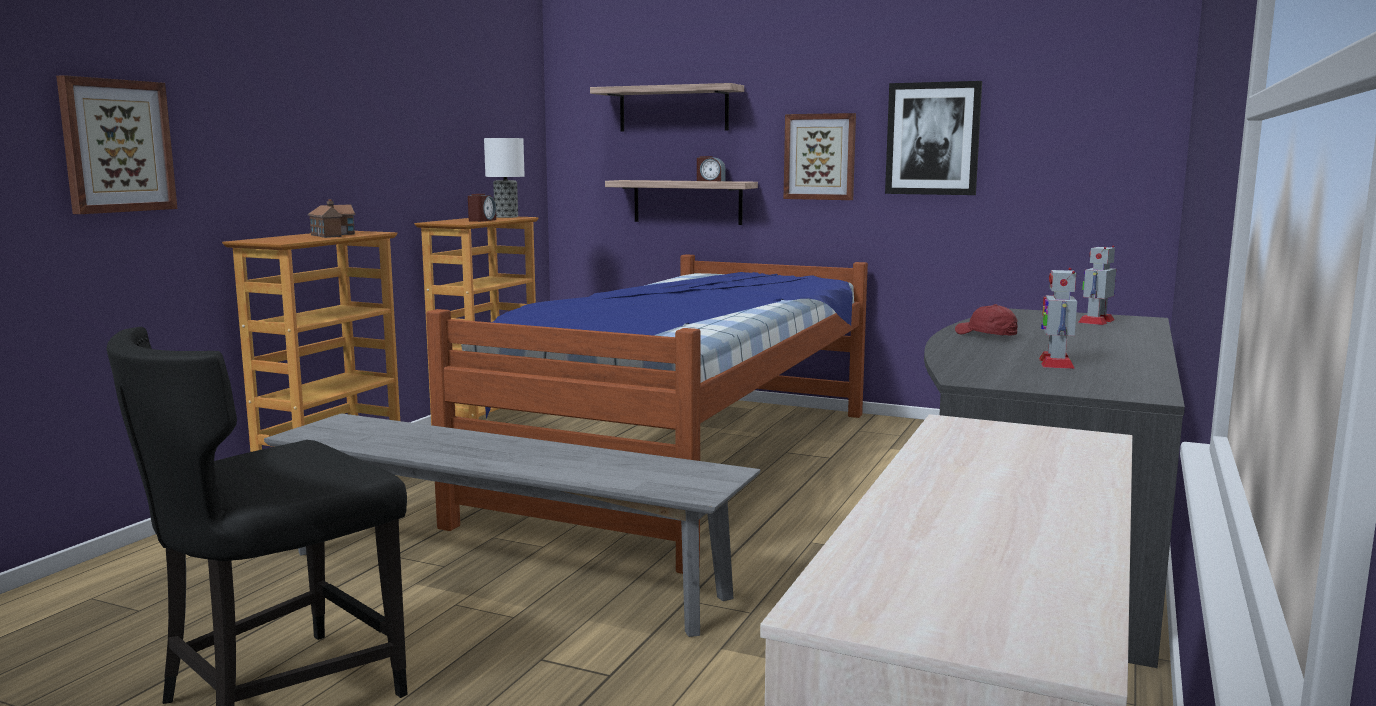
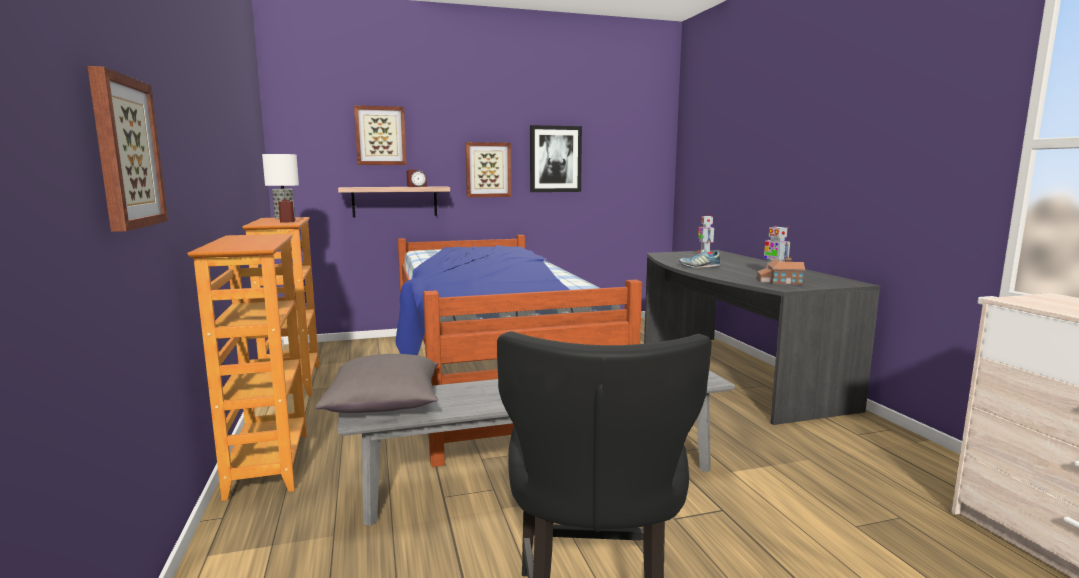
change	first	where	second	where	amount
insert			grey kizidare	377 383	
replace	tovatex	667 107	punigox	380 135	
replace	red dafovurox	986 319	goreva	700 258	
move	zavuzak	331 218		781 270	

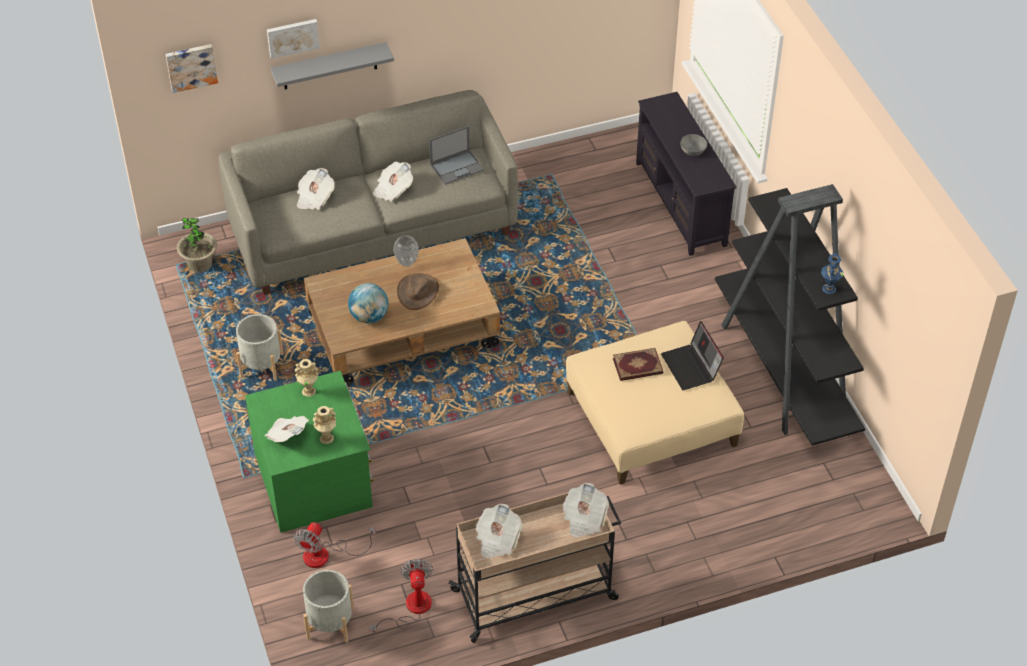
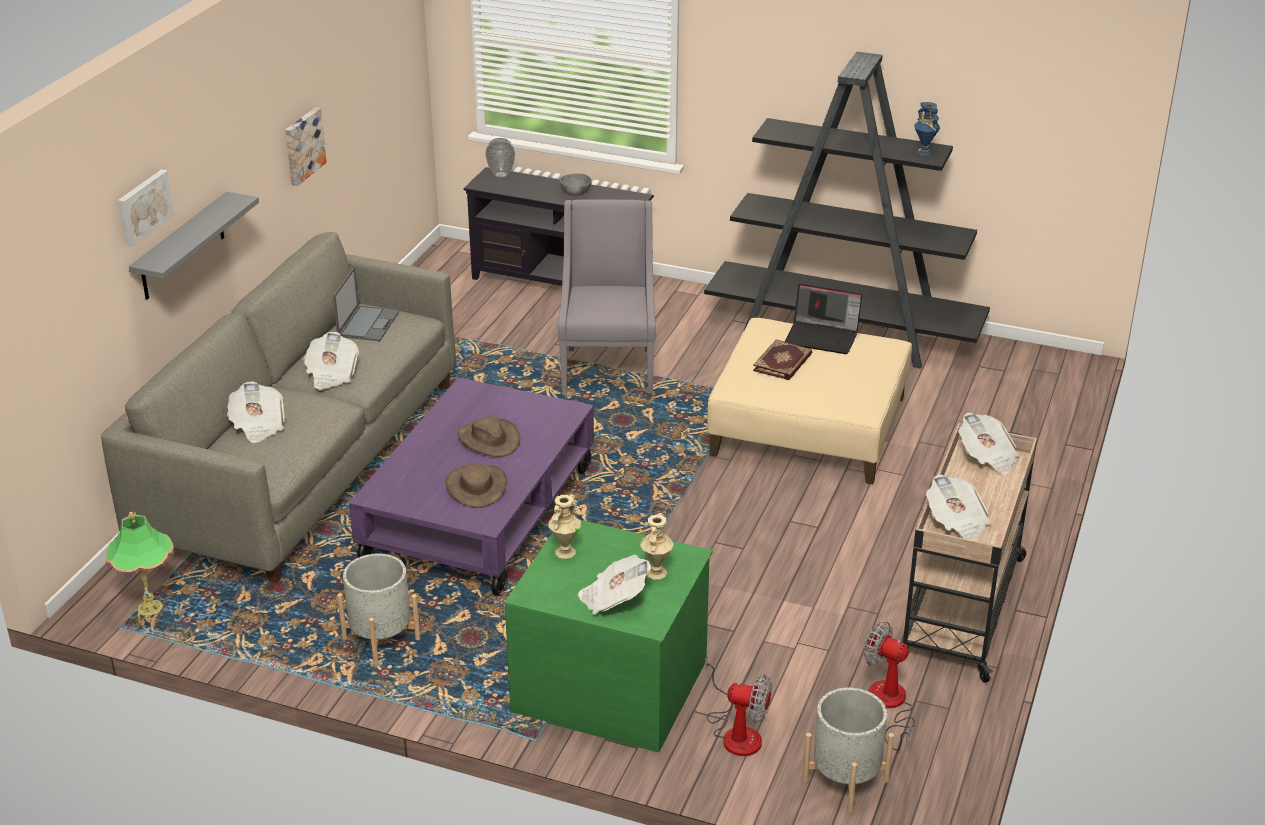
change	first	where	second	where	amount
replace	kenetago	197 245	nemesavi	139 564	
move	punigox	191 68		306 146	
recolor	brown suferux	402 312	purple suferux	471 486	
replace	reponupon	368 303	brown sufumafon	476 485	
move	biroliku	406 251		500 158	
insert			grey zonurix	607 296	
rotate	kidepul	334 545		738 705	45 degrees counterclockwise

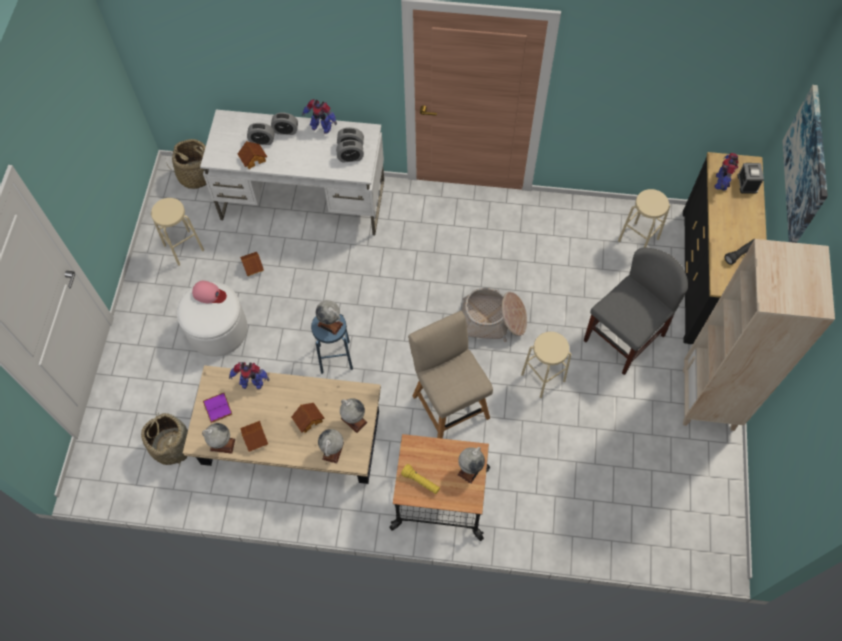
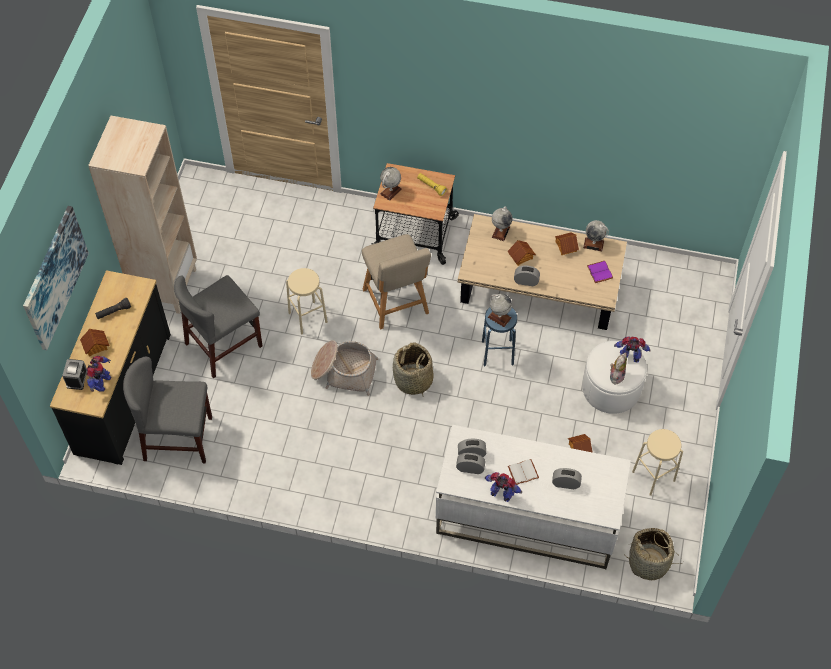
change	first	where	second	where	amount
move	zavuzak	252 155		95 343	
replace	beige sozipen	644 218	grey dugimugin	167 410	
move	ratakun	164 440		413 368	
insert			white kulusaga	523 472	
move	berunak	284 124		527 275	
replace	pink dafovurox	209 292	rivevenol	618 369	
move	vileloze	249 375		632 350	
delete	reponupon	354 415			

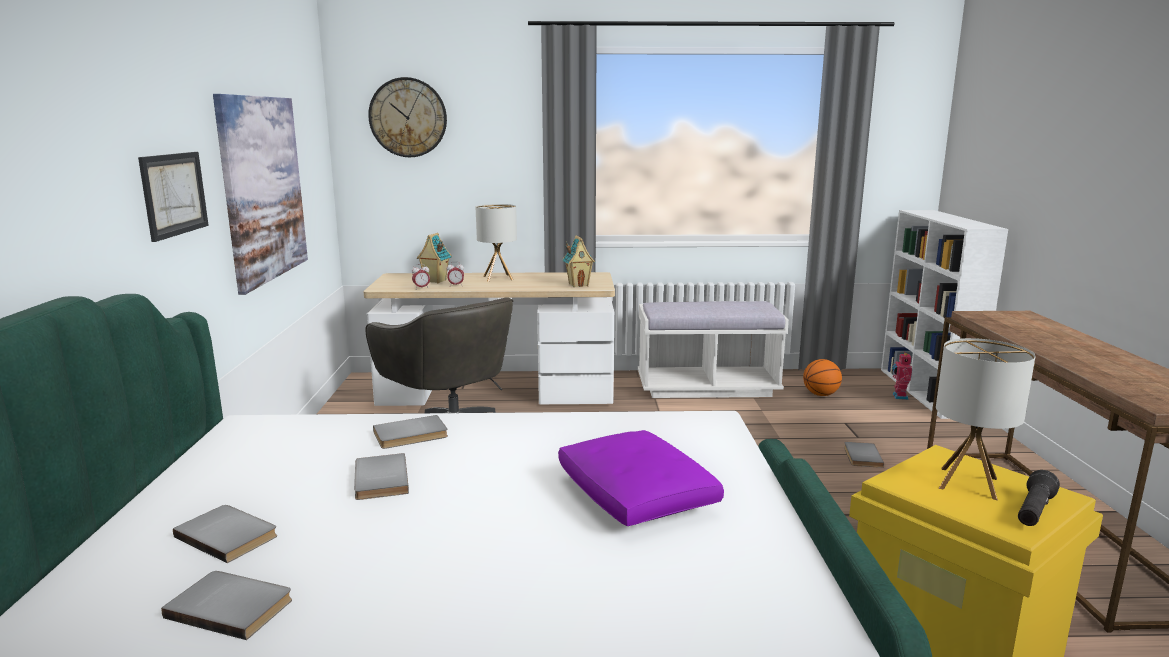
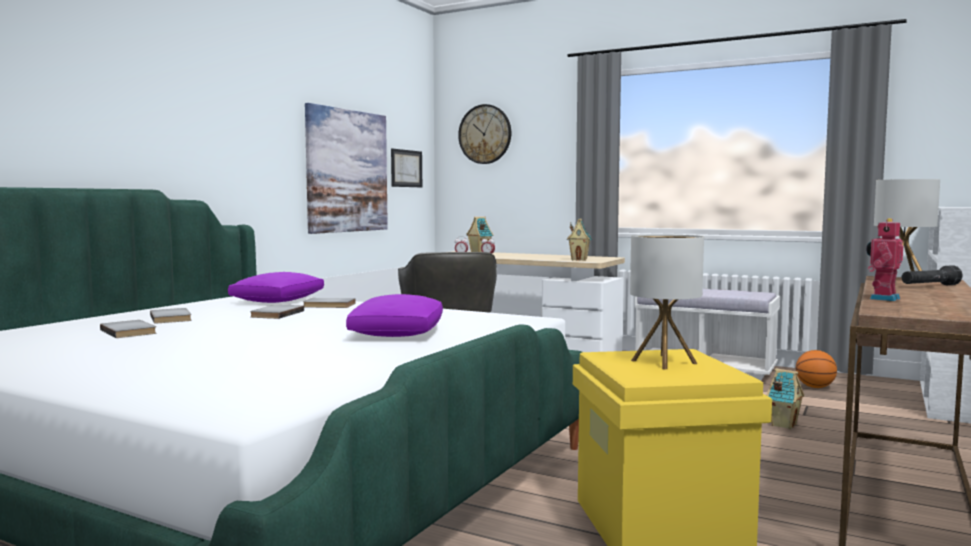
change	first	where	second	where	amount
insert			purple kizidare	276 287	
move	punigox	173 197		406 168	
replace	grey kulusaga	864 455	zavuzak	785 398	
move	vileloze	902 376		884 259	
move	nemesavi	496 243		907 225	
move	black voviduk	1039 498		932 275	

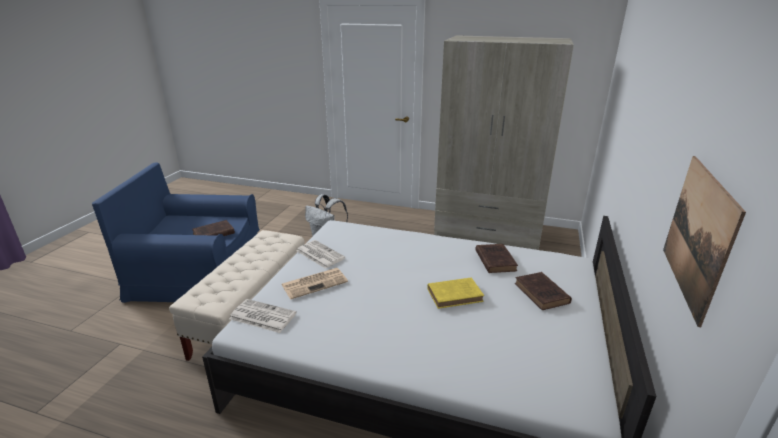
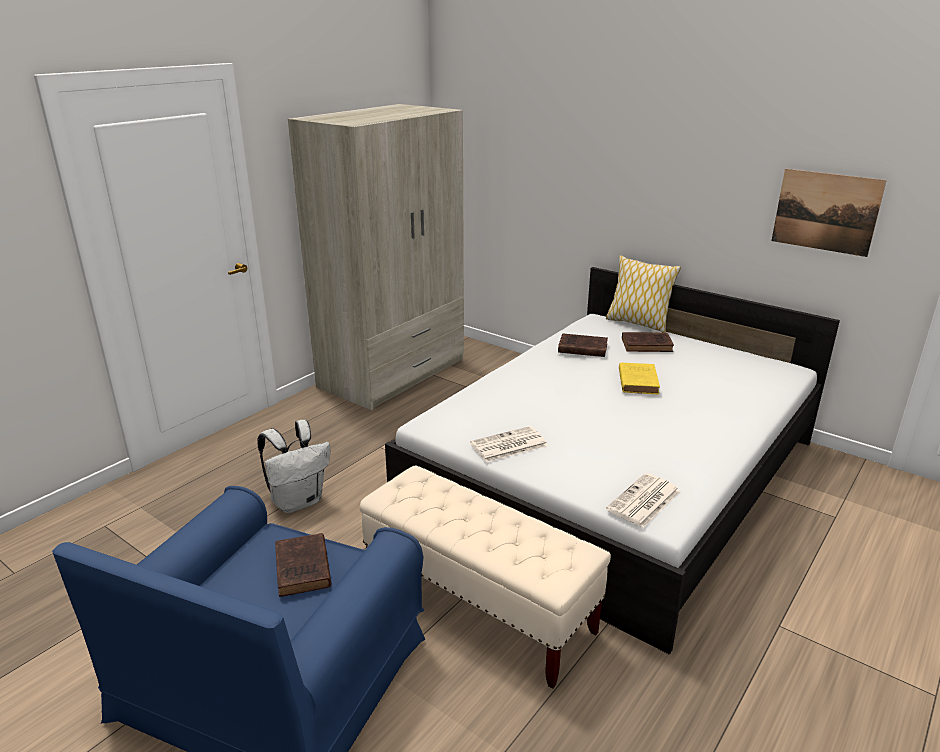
change	first	where	second	where	amount
insert			kizidare	643 294	
delete	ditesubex	314 283			

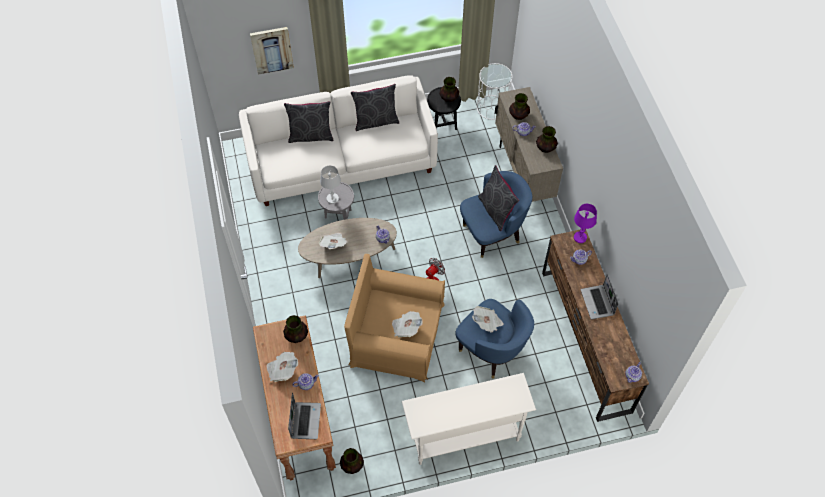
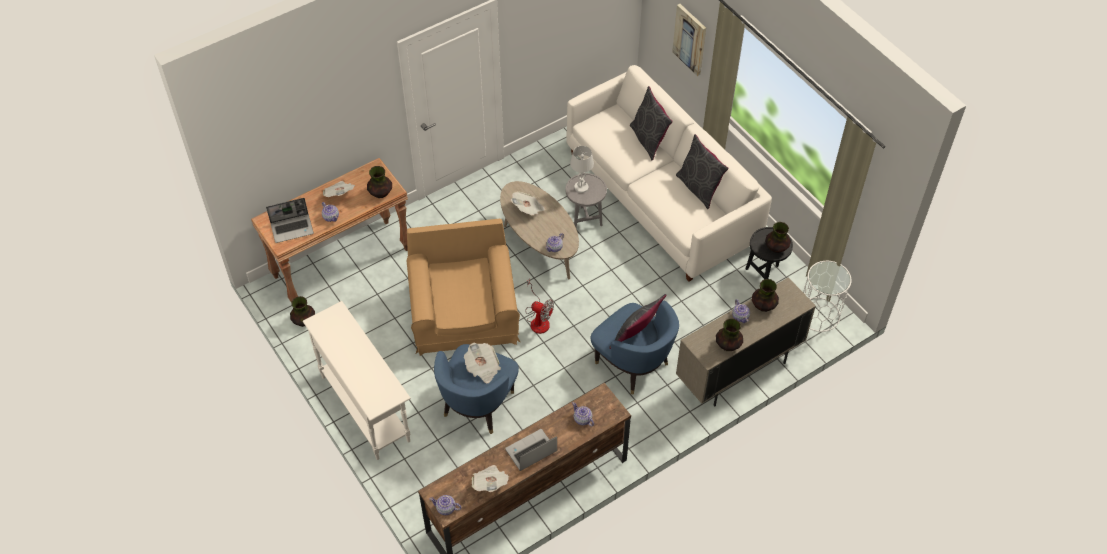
change	first	where	second	where	amount
move	ditesubex	407 324		490 478	
delete	purple nemesavi	585 223			

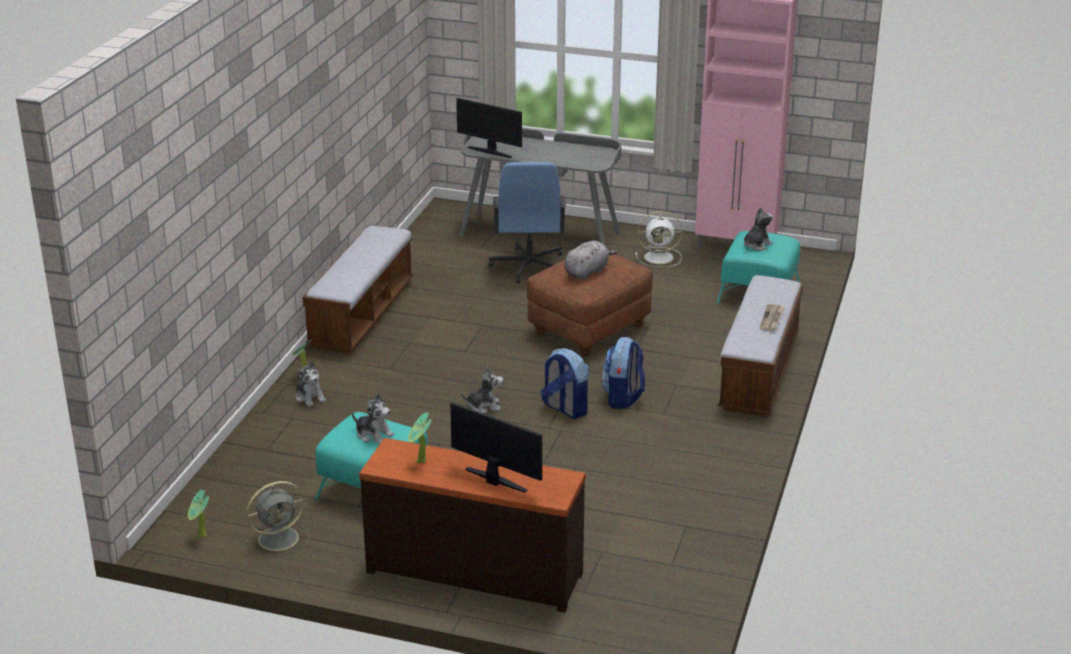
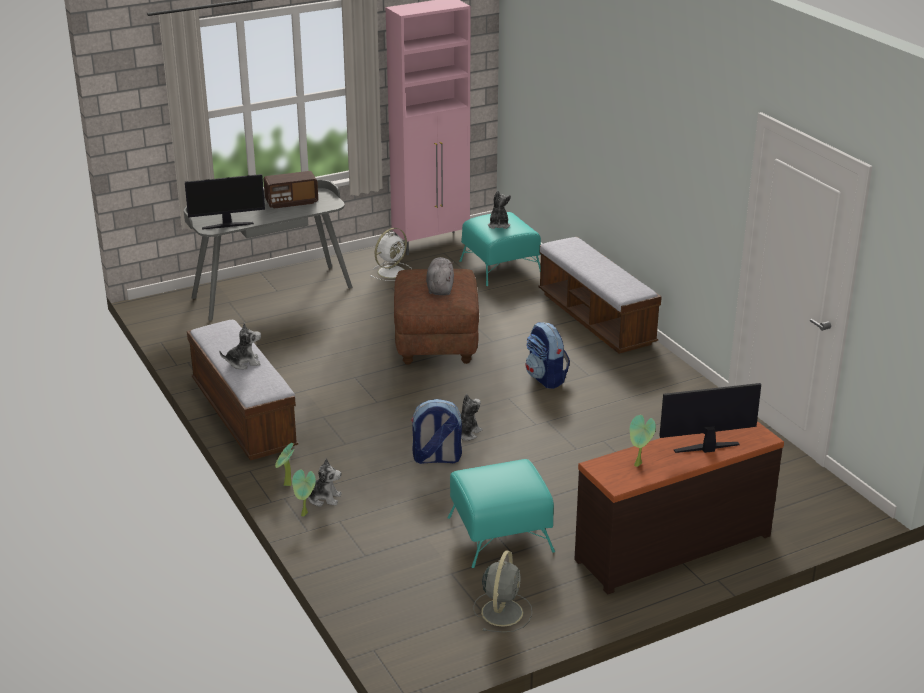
change	first	where	second	where	amount
move	rivevenol	373 418		240 346	
insert			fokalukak	290 190	
move	kenetago	198 514		304 493	
move	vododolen	565 383		436 431	
delete	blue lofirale	527 223			
delete	ditesubex	772 317			

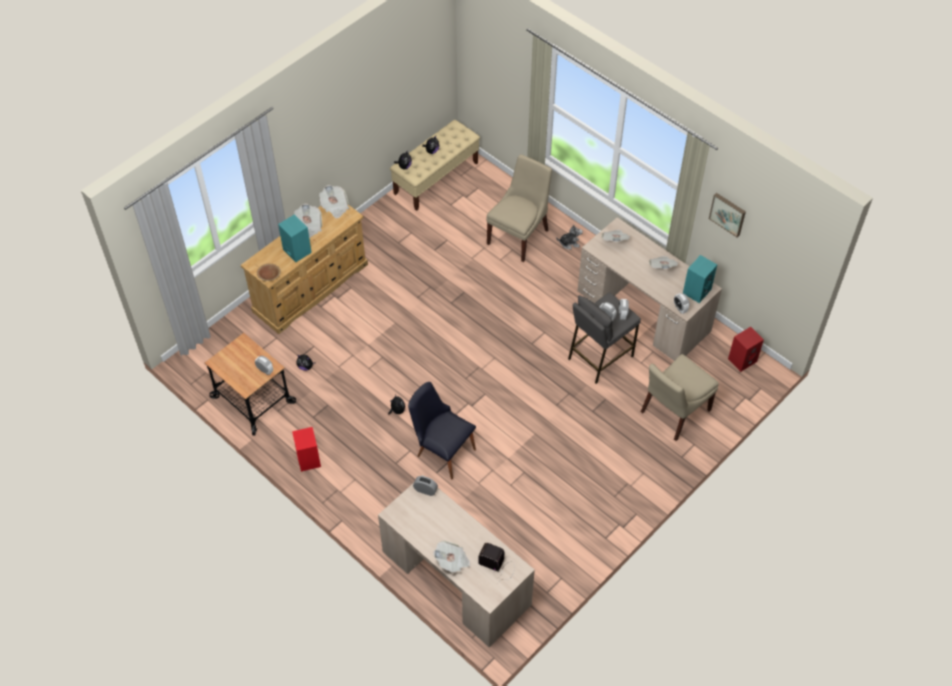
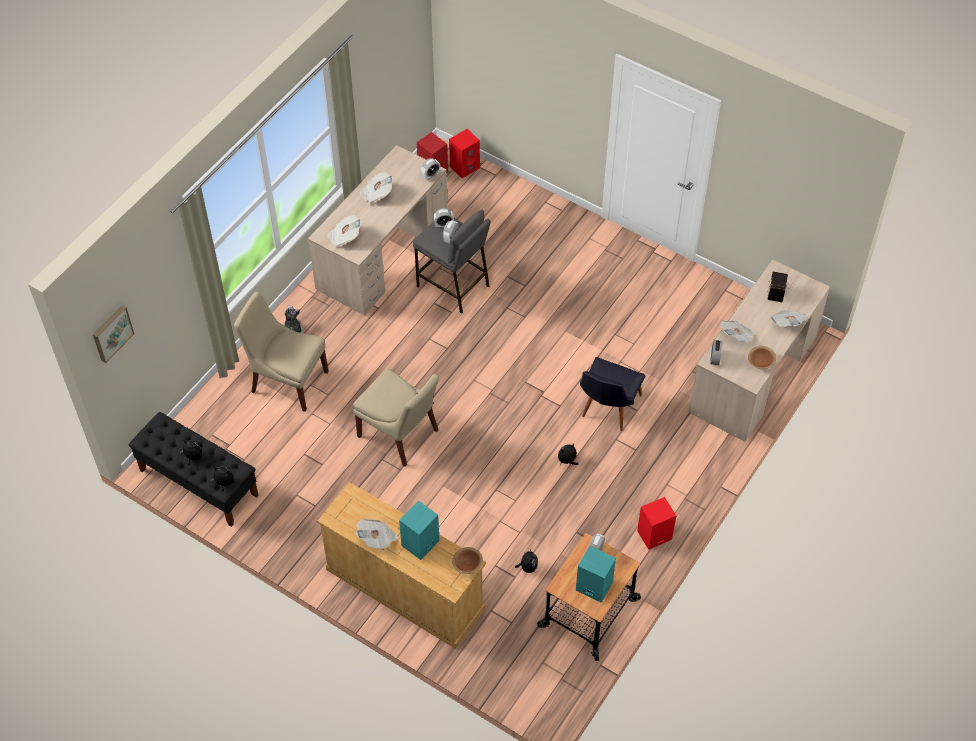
change	first	where	second	where	amount
move	punigox	727 215		113 334	
recolor	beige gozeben	435 165	black gozeben	194 469	
move	beige dugimugin	680 397		396 417	
insert			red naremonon	464 153	
move	turquoise naremonon	700 279		596 574	
move	ditesubex	334 202		737 331	
insert			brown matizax	762 357	

